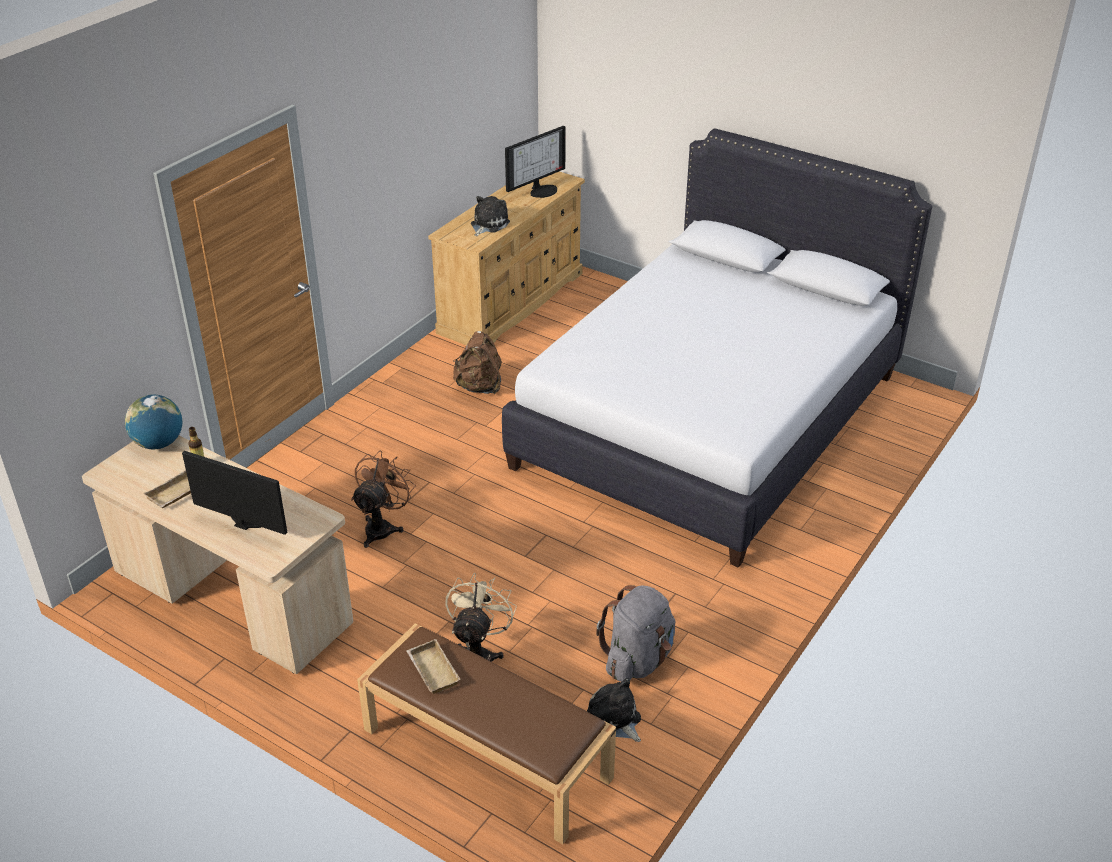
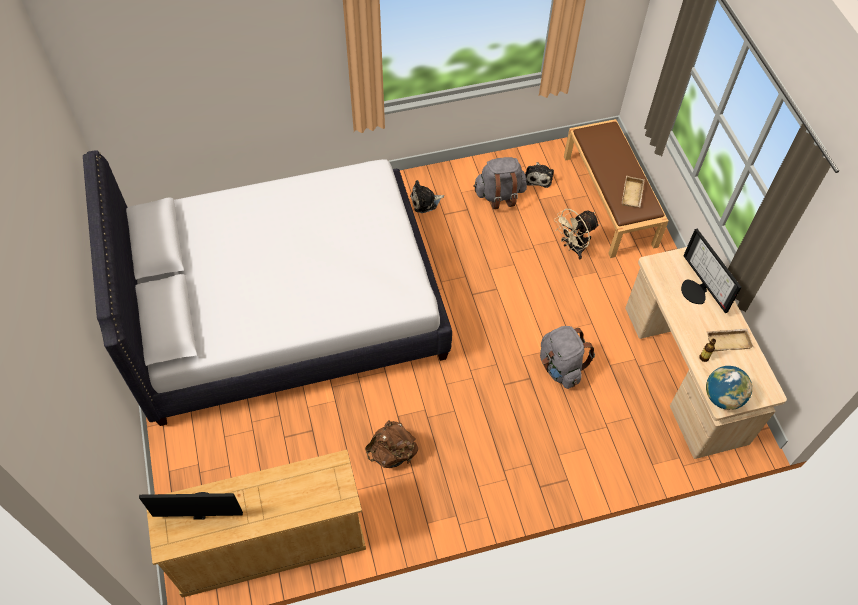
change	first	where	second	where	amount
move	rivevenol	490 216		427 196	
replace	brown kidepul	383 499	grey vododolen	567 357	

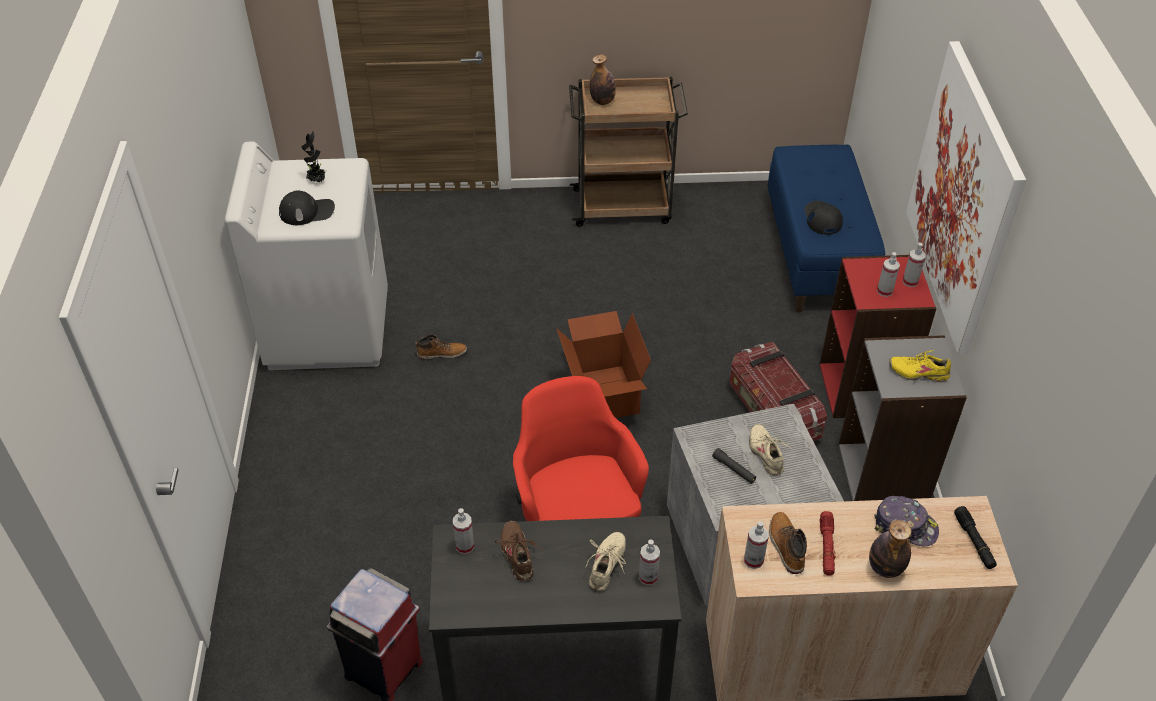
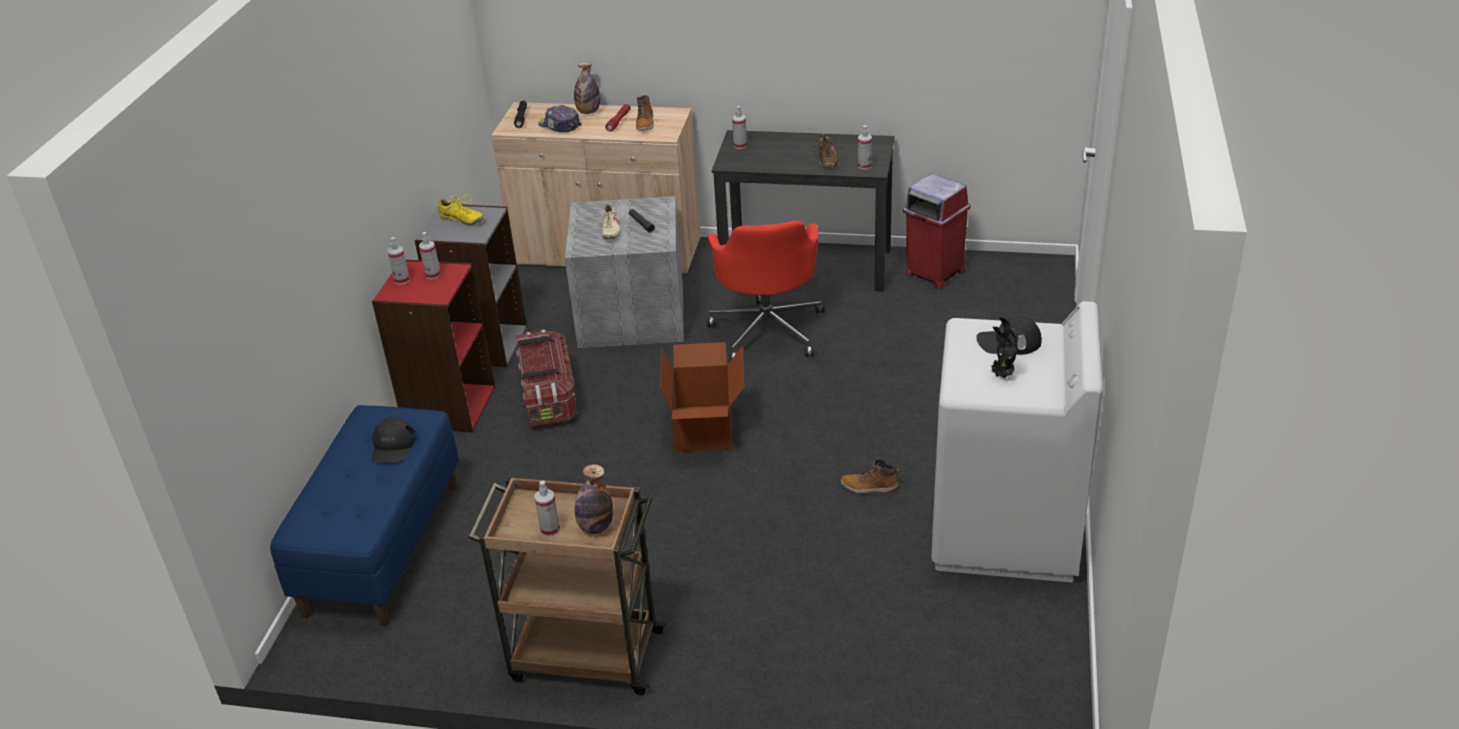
change	first	where	second	where	amount
move	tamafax	756 545		547 509	
delete	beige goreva	605 561			
delete	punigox	966 197			

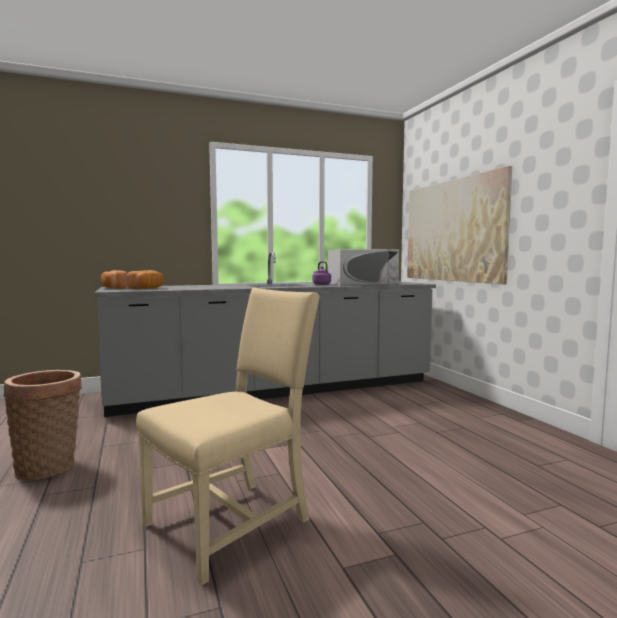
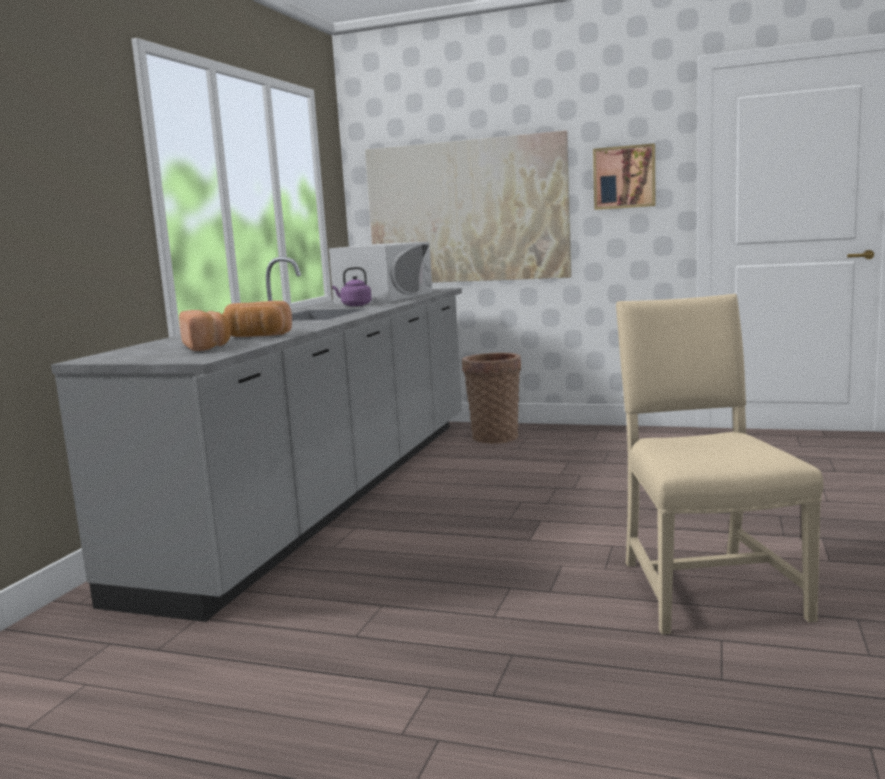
change	first	where	second	where	amount
move	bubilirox	114 279		257 319	
move	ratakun	43 425		491 398	
insert			punigox	624 176	

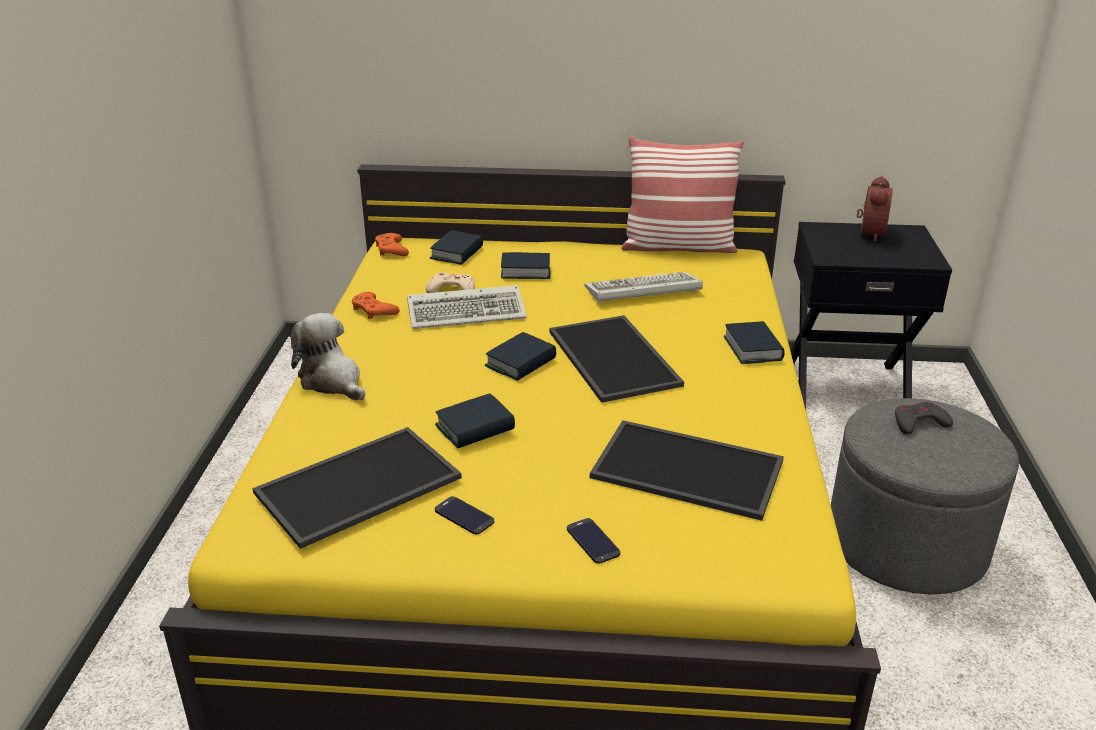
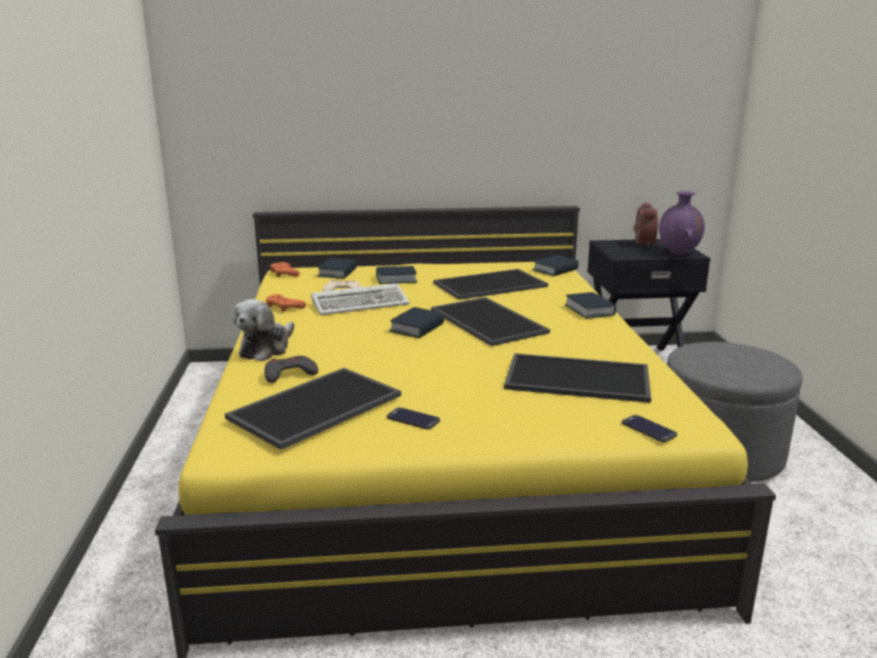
change	first	where	second	where	amount
rotate	rivevenol	328 357		264 330	105 degrees counterclockwise
move	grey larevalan	924 418		291 369	
replace	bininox	643 287	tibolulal	490 284	
move	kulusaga	475 421		556 265	
move	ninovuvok	593 541		649 428	
insert			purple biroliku	682 223	
delete	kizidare	682 194			

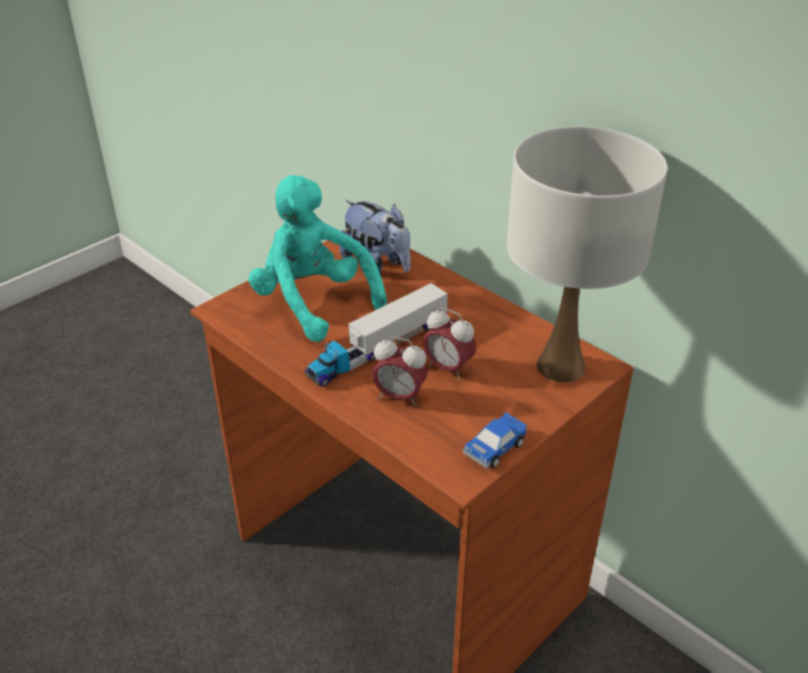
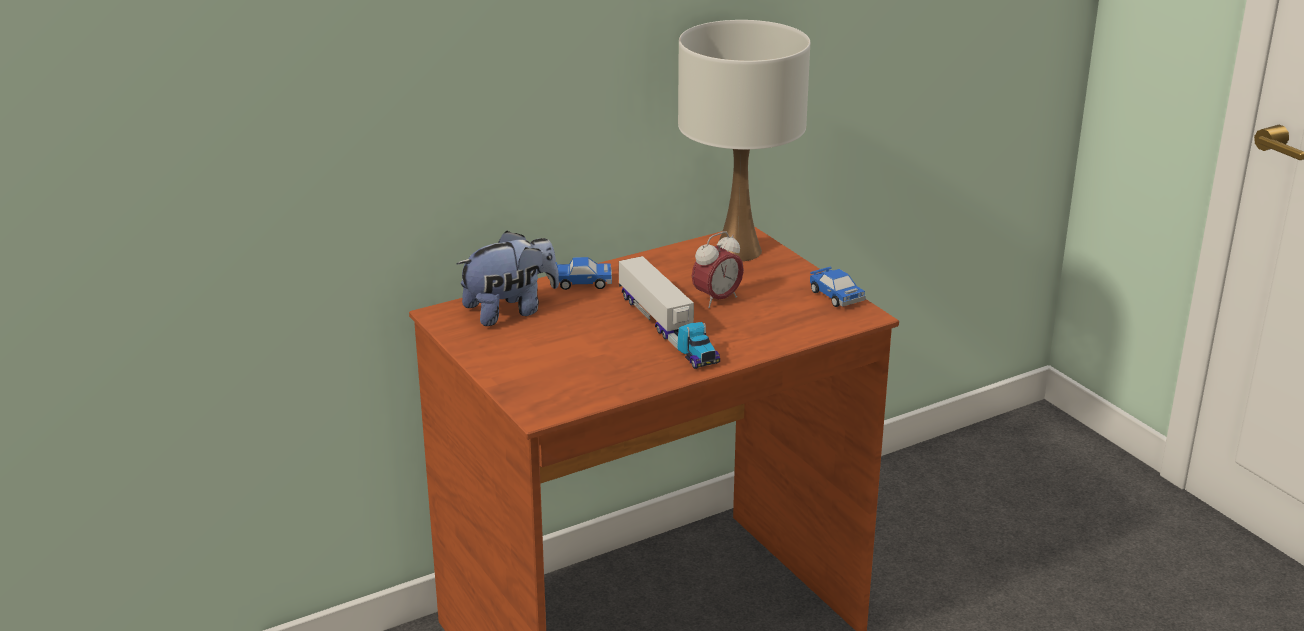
change	first	where	second	where	amount
insert			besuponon	584 273	
delete	turquoise rivevenol	317 258			
delete	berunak	400 371			

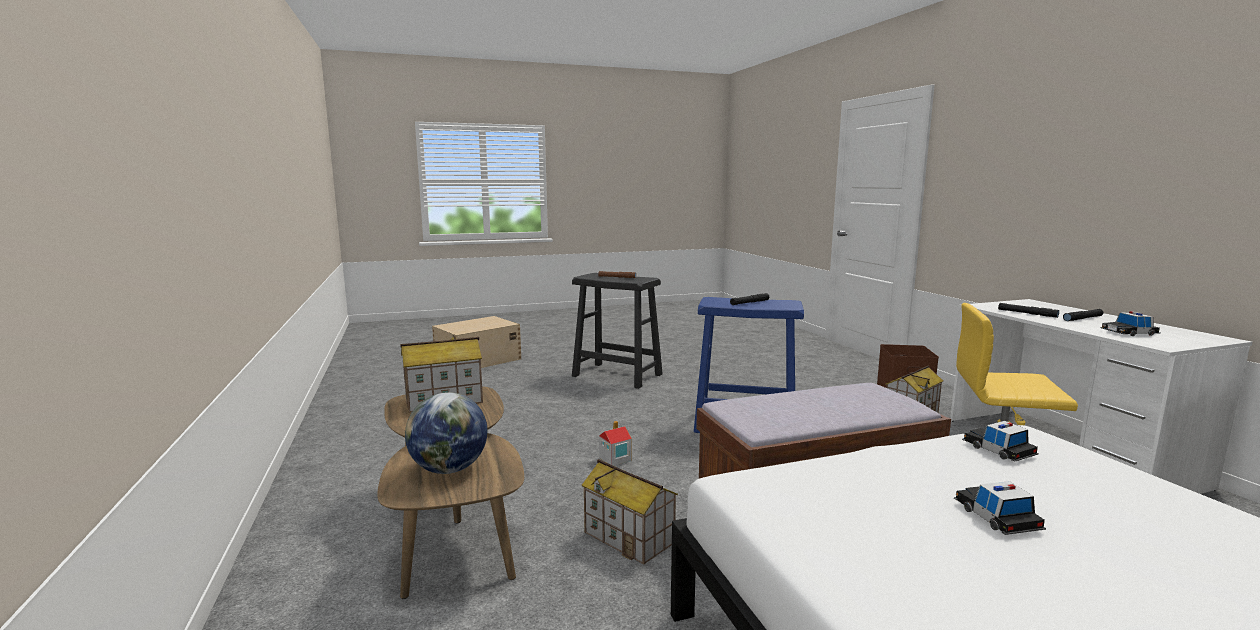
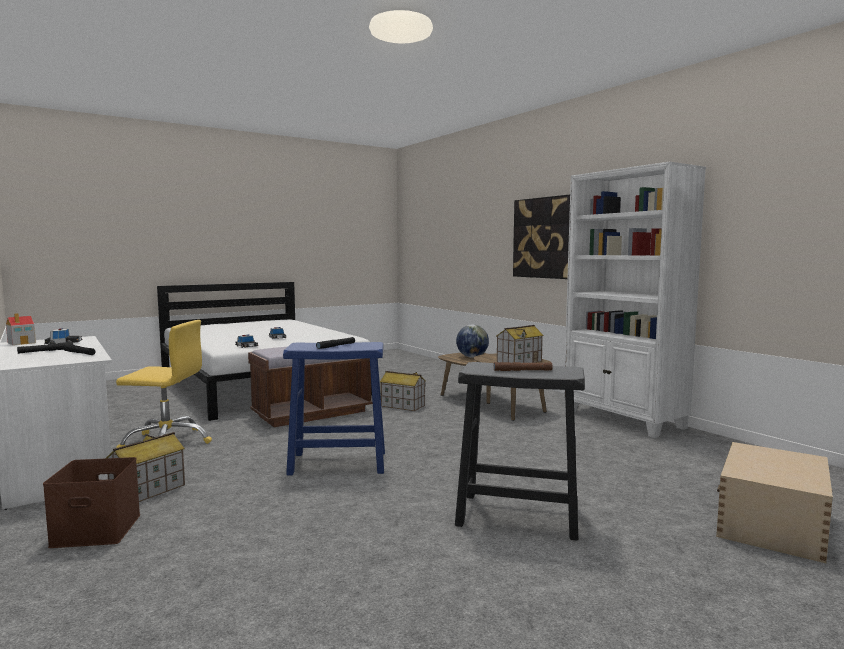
change	first	where	second	where	amount
move	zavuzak	615 443		21 329	
insert			punigox	541 237	
insert			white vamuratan	635 300	

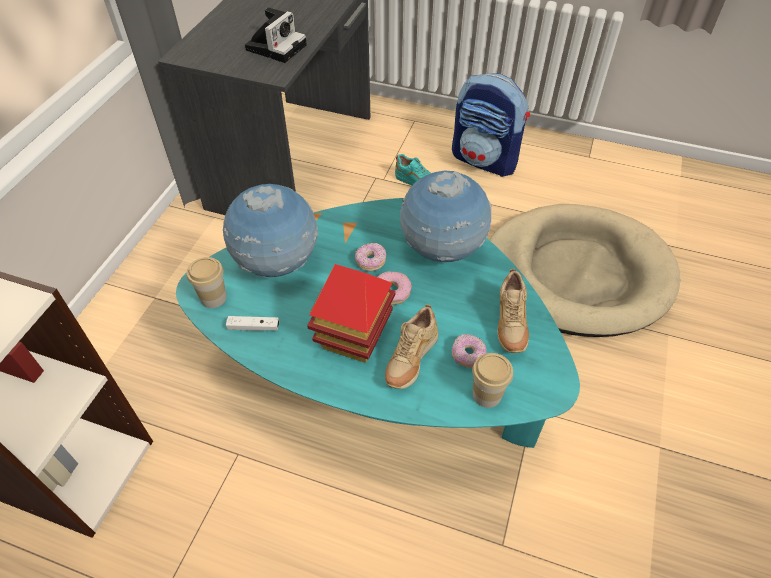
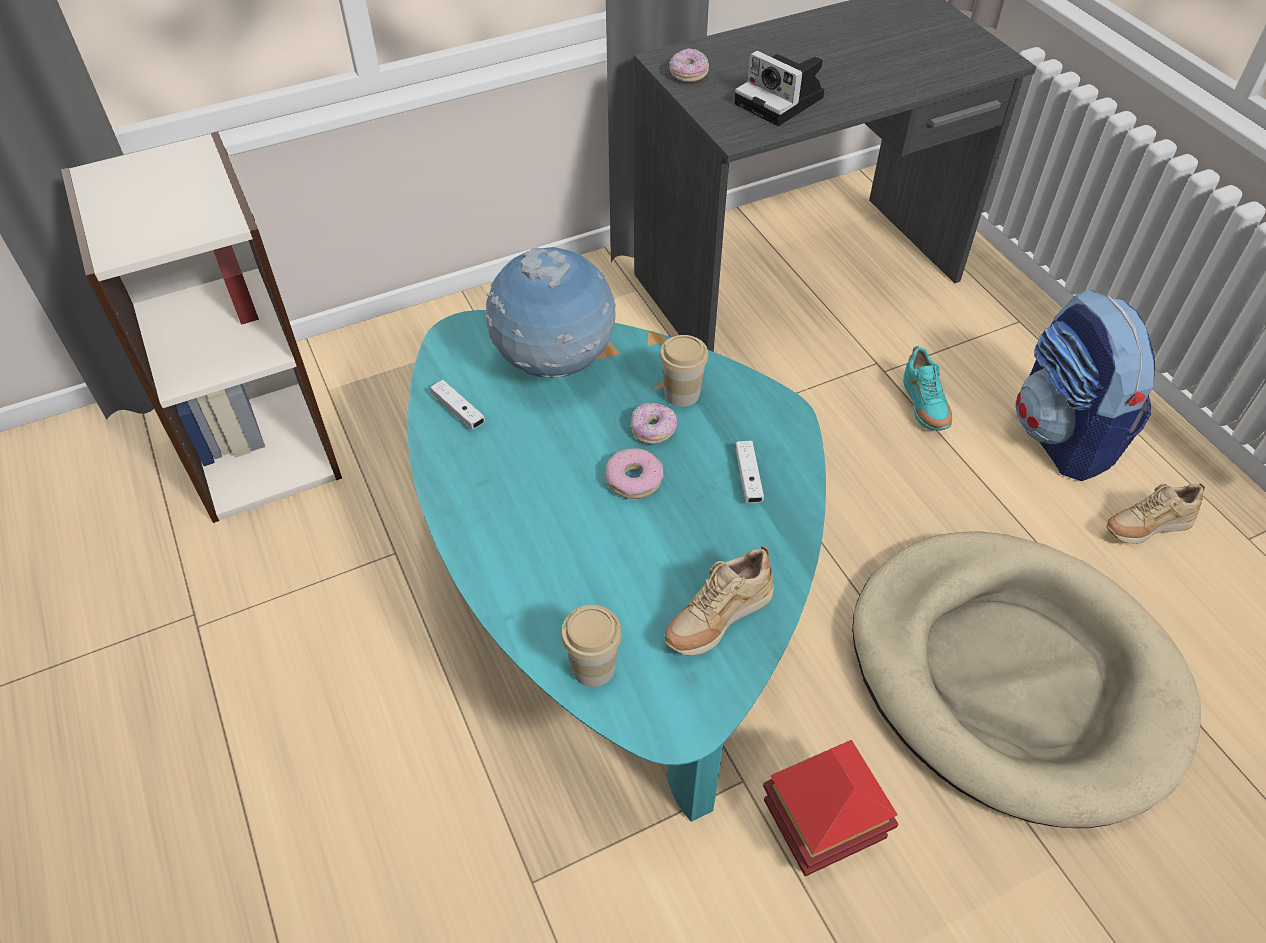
change	first	where	second	where	amount
move	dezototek	207 282		684 371	
move	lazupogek	468 351		689 65	
rotate	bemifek	276 35		779 88	60 degrees clockwise
replace	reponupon	446 217	white larevalan	749 472	
move	zavuzak	351 313		830 808	
move	beige goreva	411 347		1155 513	

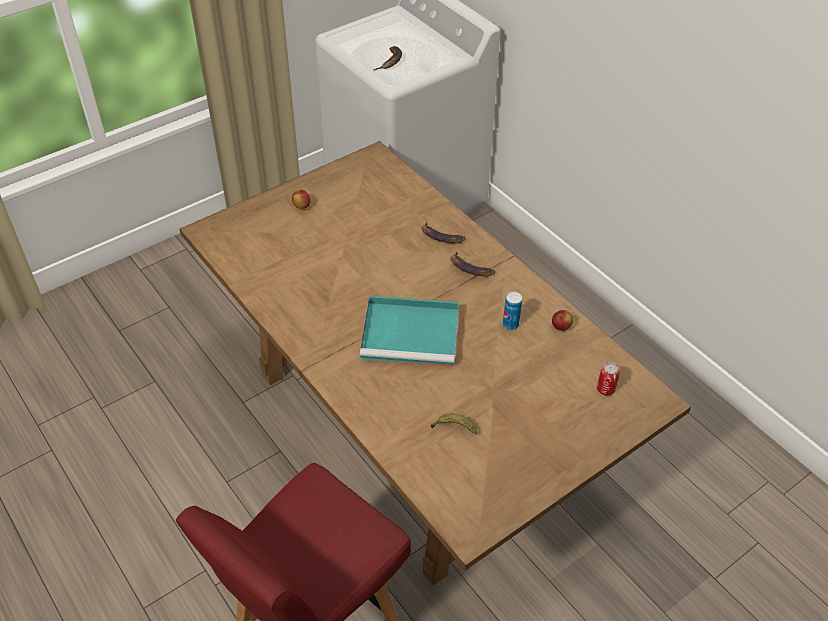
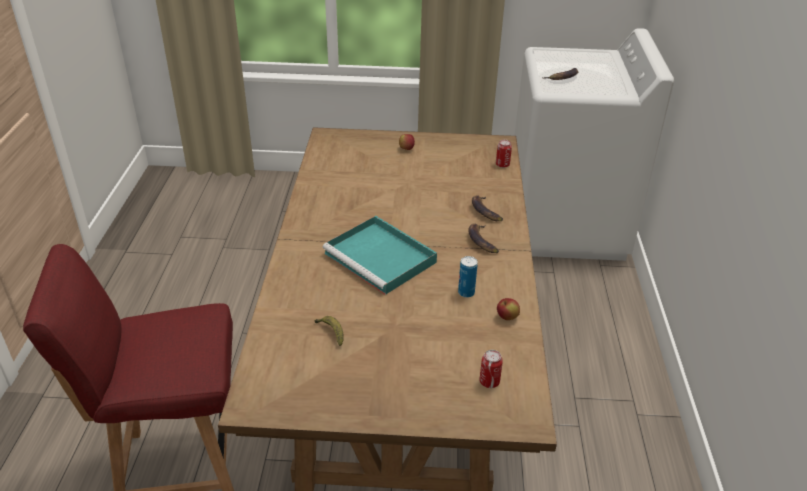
change	first	where	second	where	amount
insert			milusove	504 154	

